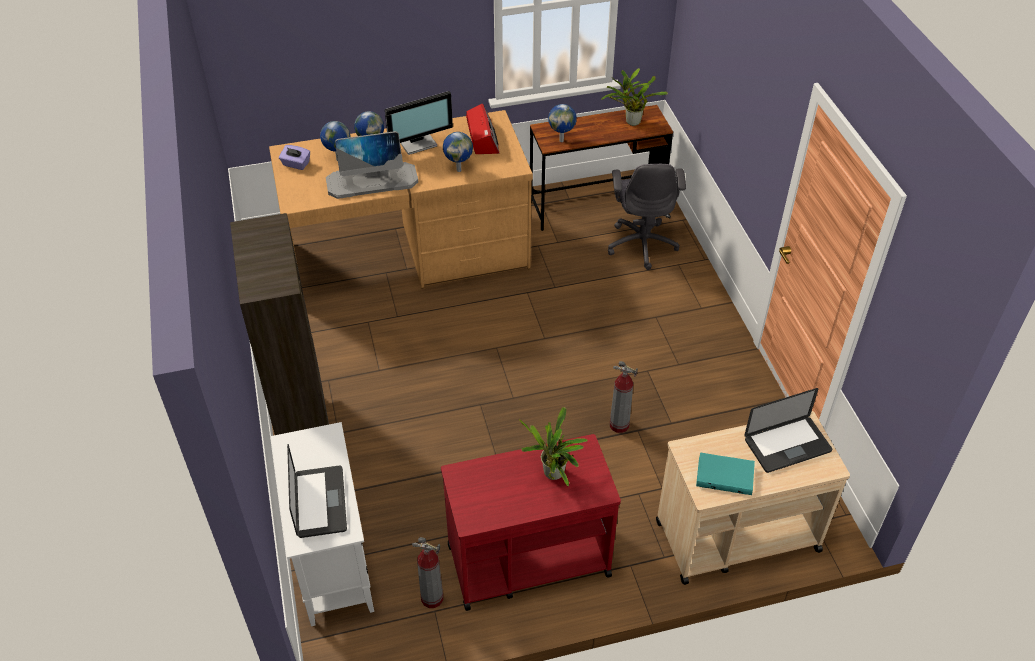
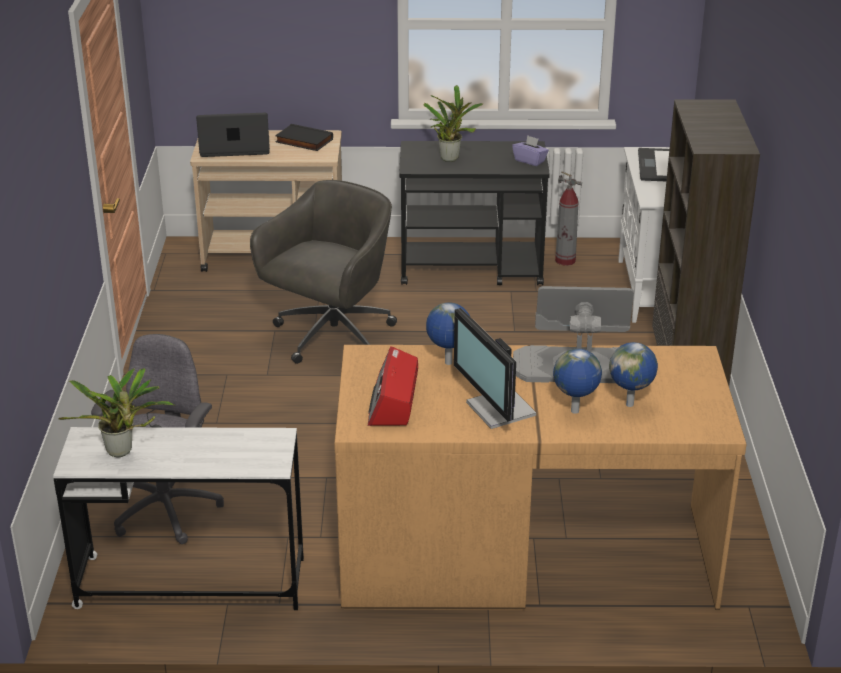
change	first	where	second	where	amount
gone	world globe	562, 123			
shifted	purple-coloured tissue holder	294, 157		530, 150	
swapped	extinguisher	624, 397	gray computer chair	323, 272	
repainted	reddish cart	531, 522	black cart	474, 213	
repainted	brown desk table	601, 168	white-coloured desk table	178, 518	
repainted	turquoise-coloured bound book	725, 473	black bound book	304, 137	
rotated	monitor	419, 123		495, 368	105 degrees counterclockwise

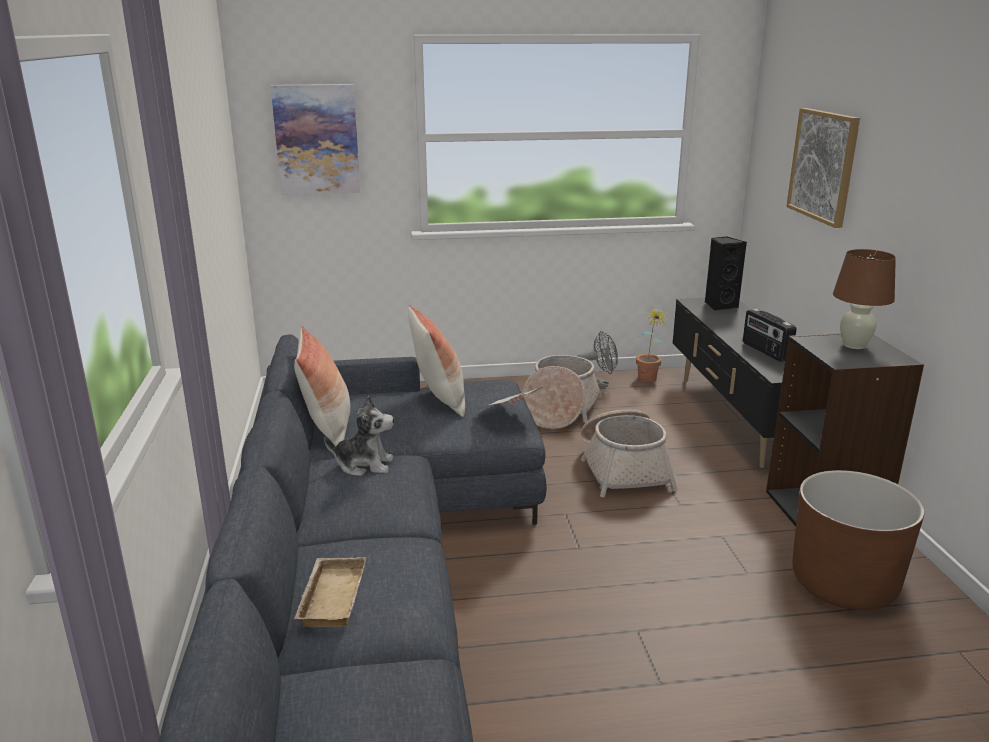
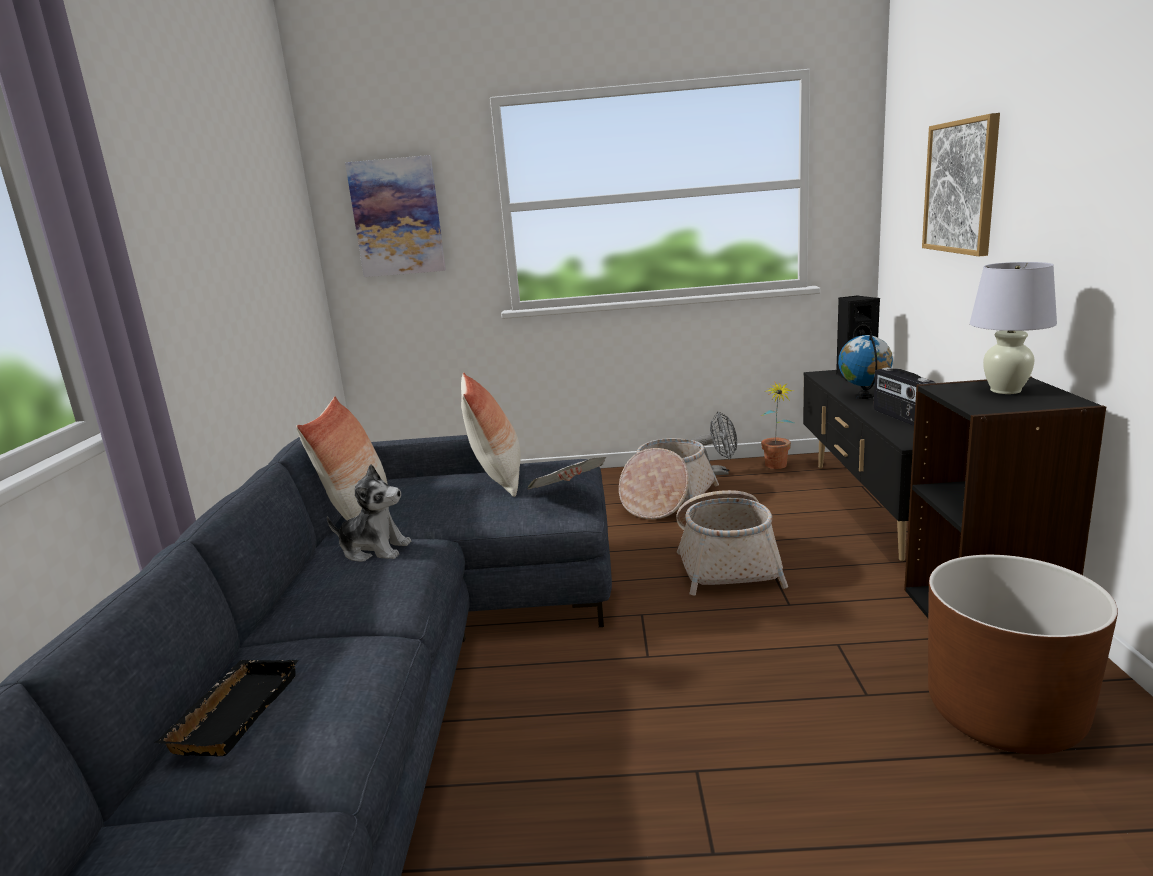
change	first	where	second	where	amount
new			world globe	865, 367	
repainted	beige-coloured tray	330, 592	black tray	226, 708	
repainted	brown tabletop lamp	864, 299	white-coloured tabletop lamp	1013, 328	

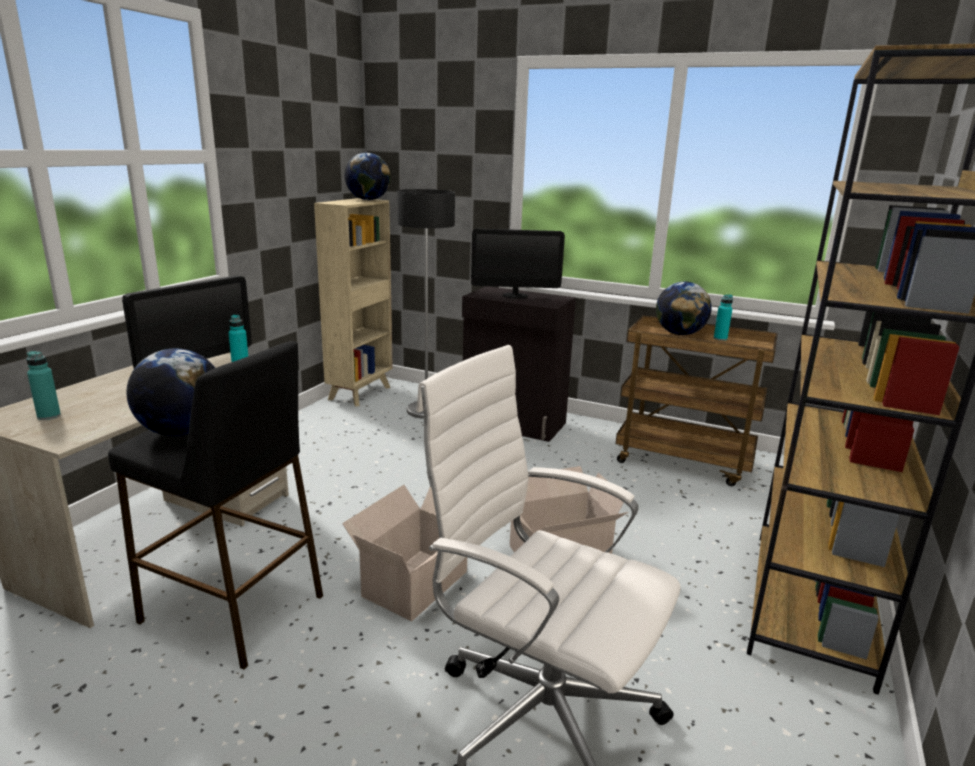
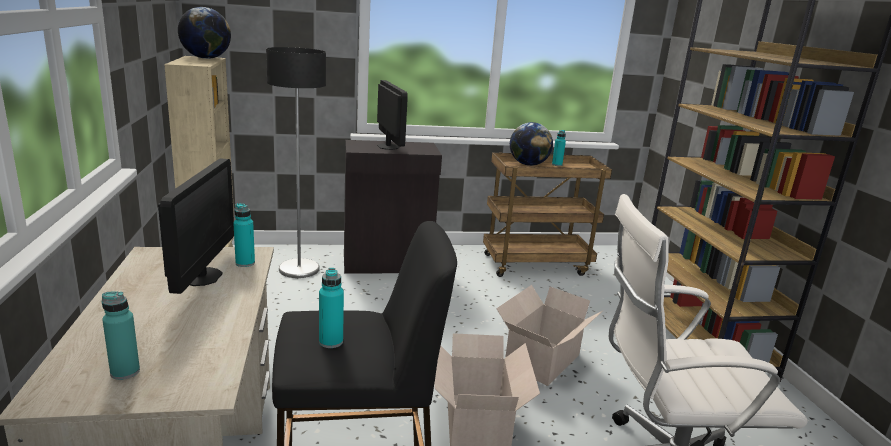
change	first	where	second	where	amount
swapped	world globe	171, 392	turquoise-coloured bottle	331, 308	
rotated	monitor	518, 263		392, 115	75 degrees counterclockwise

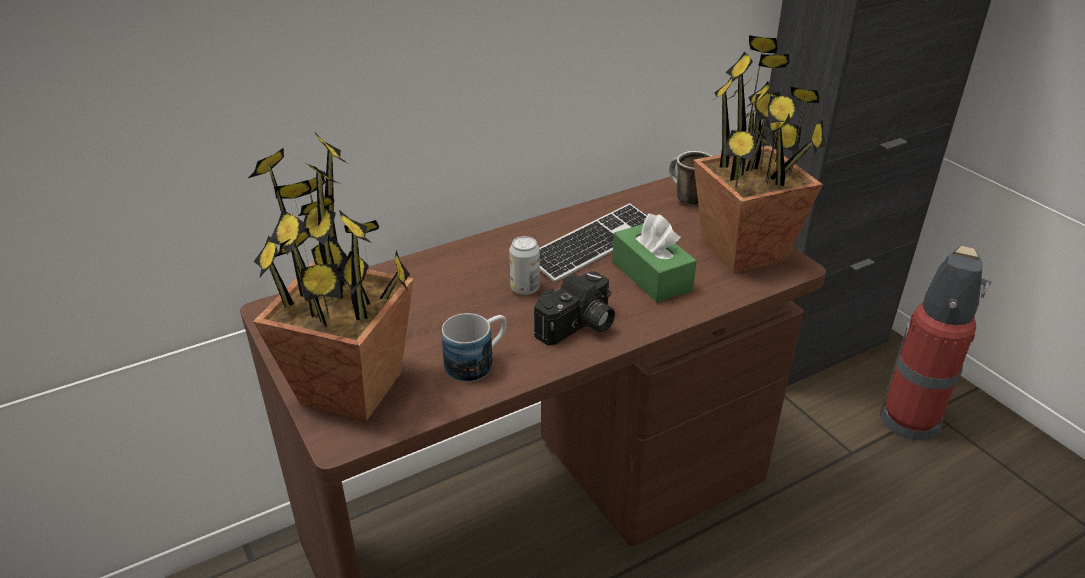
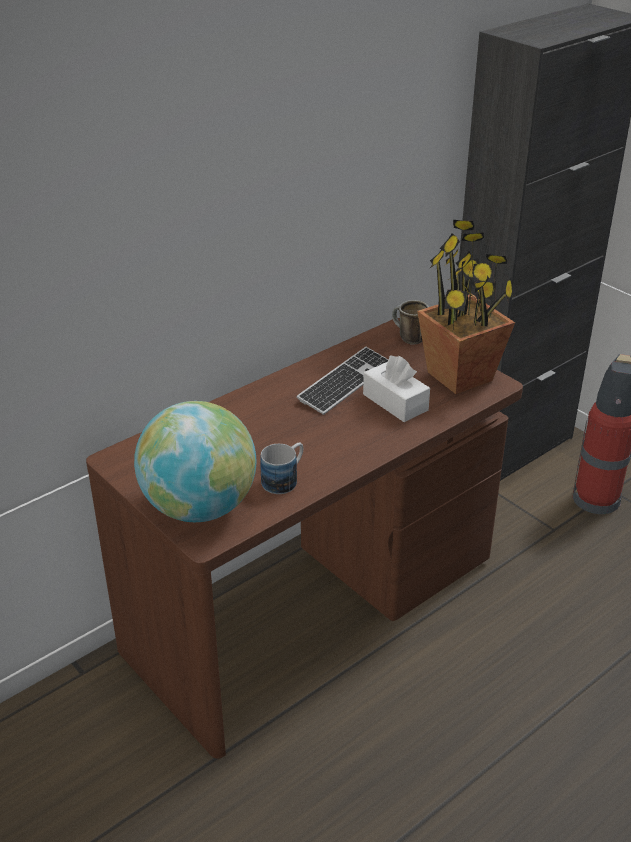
change	first	where	second	where	amount
gone	can	524, 265			
gone	still camera	574, 308			
swapped	houseplant	331, 276	world globe	195, 461	
repainted	greenish tissue holder	654, 258	white-coloured tissue holder	396, 389	

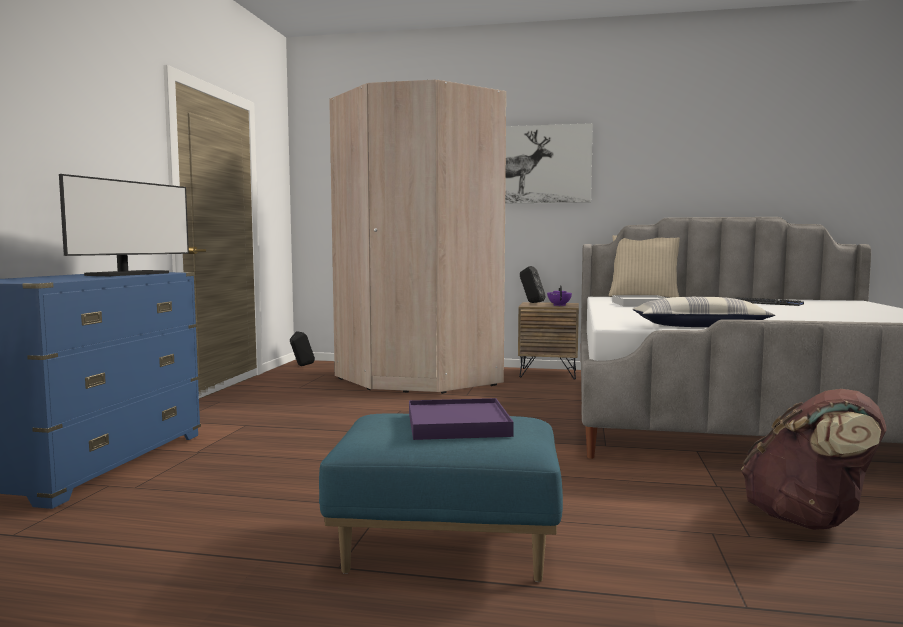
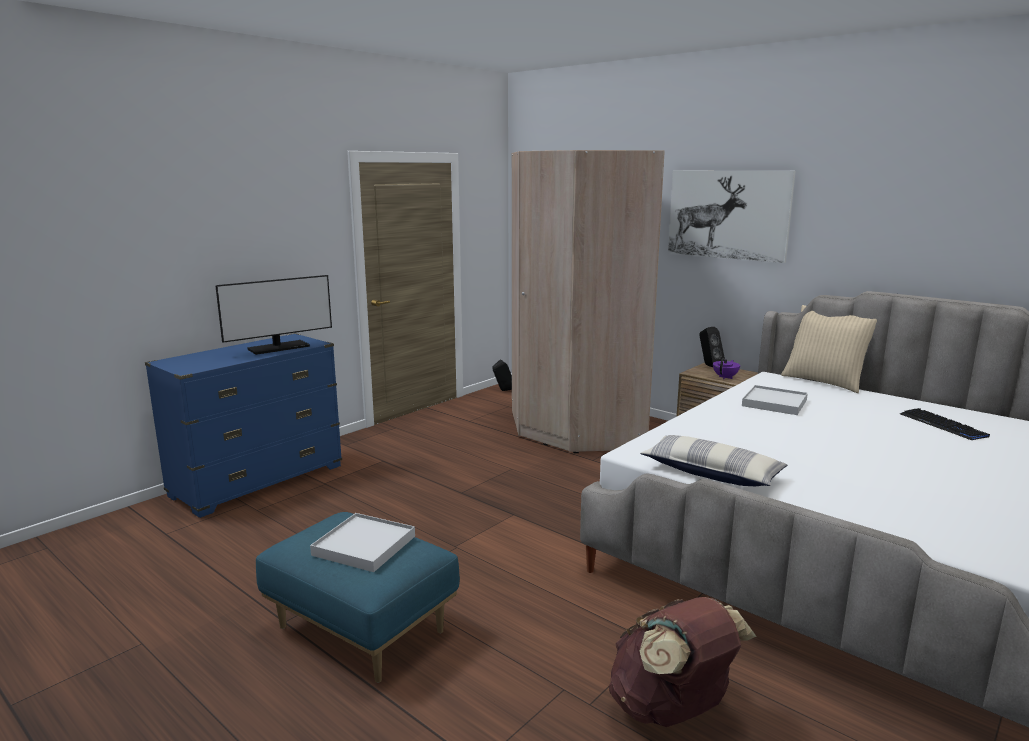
change	first	where	second	where	amount
repainted	purple-coloured tray	461, 419	white-coloured tray	362, 542	

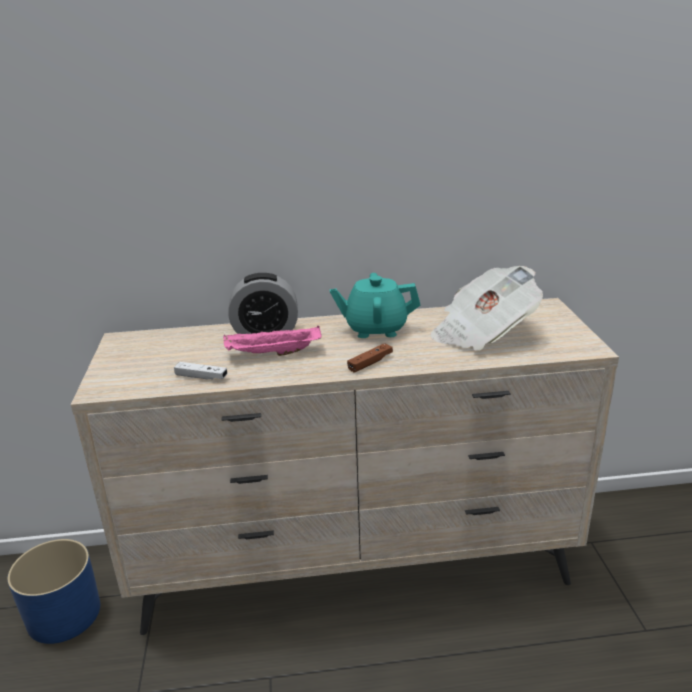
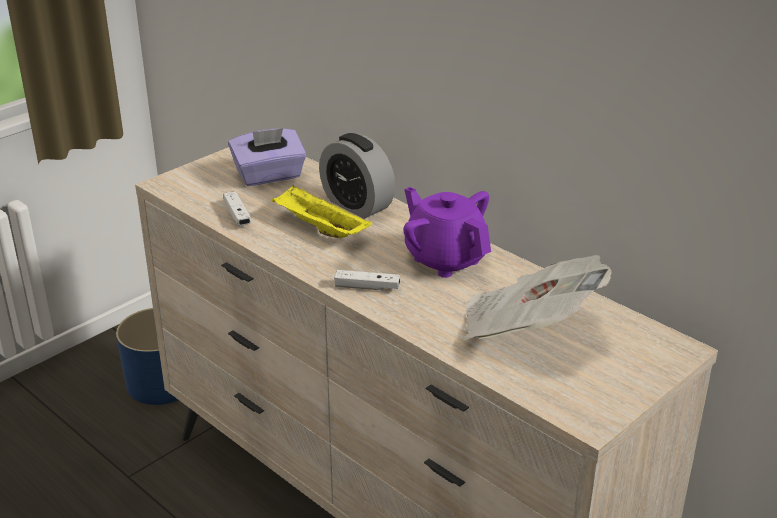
change	first	where	second	where	amount
new			purple-coloured tissue holder	267, 157	
repainted	pink-coloured tray	272, 340	yellow tray	322, 211	
repainted	turquoise-coloured tea pot	375, 305	purple-coloured tea pot	447, 232	
repainted	brown gamepad	370, 357	white-coloured gamepad	367, 280	

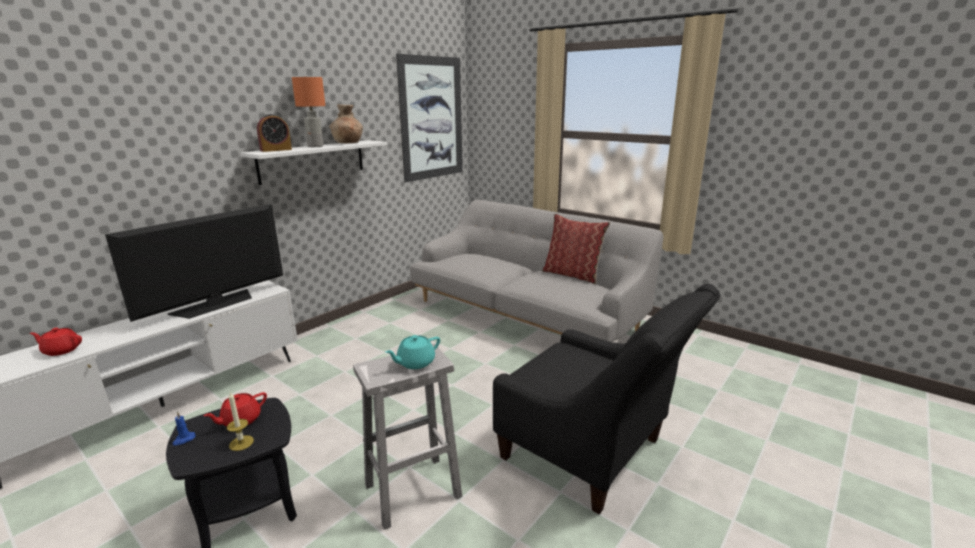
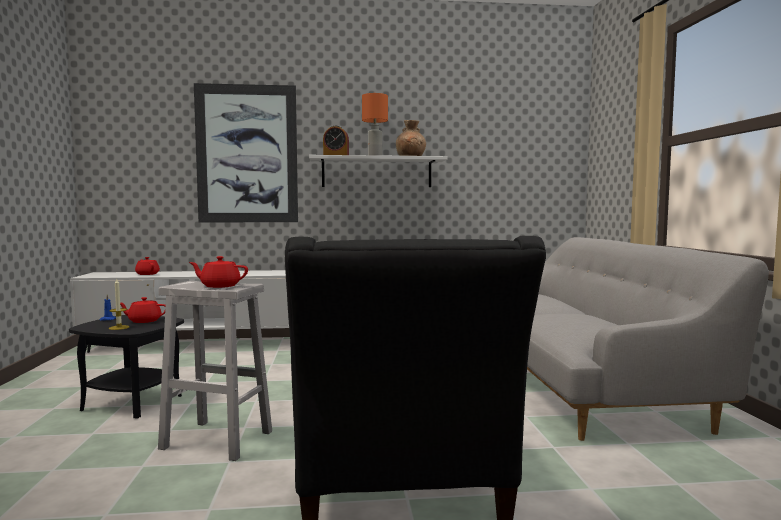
change	first	where	second	where	amount
gone	television	194, 263			
gone	pillow	576, 249			
shifted	picture	429, 118		246, 152	
repainted	turquoise-coloured tea pot	413, 352	reddish tea pot	218, 272	

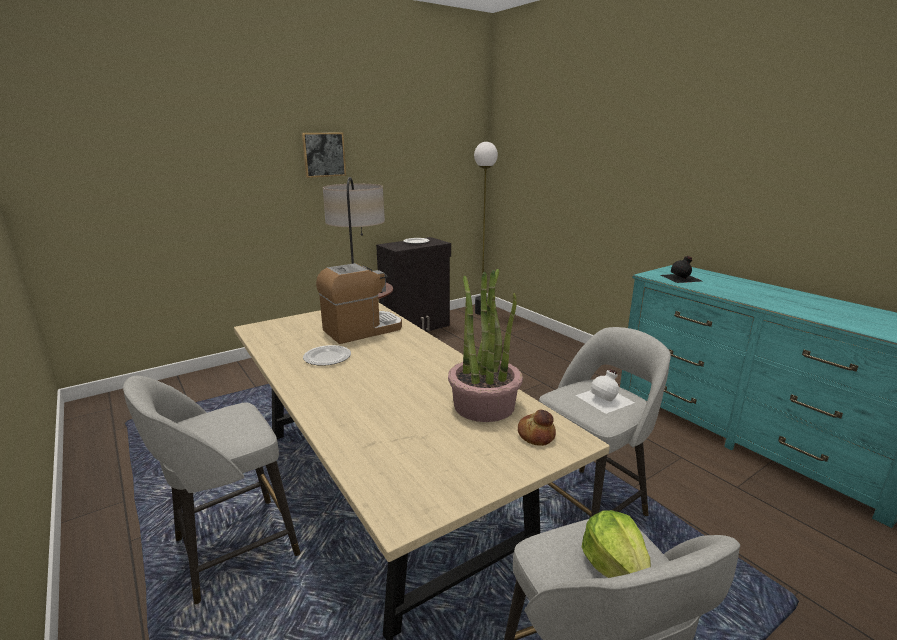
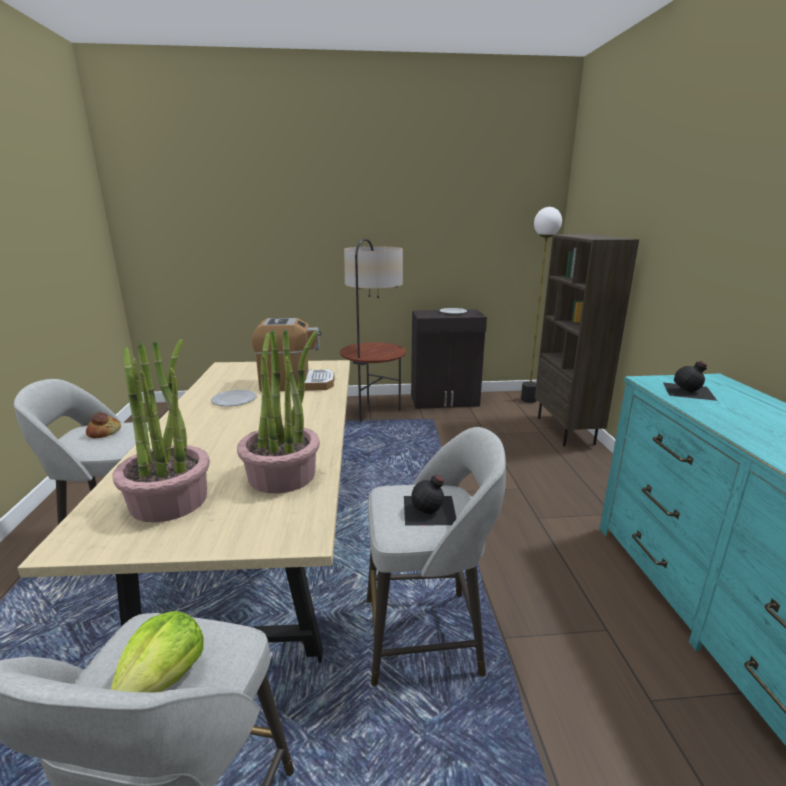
change	first	where	second	where	amount
gone	picture	324, 155			
new			houseplant	161, 431	
new			brown shelving unit	587, 340	
shifted	baked bread	537, 428		103, 425	
repainted	white-coloured bottle	605, 391	black bottle	430, 500	

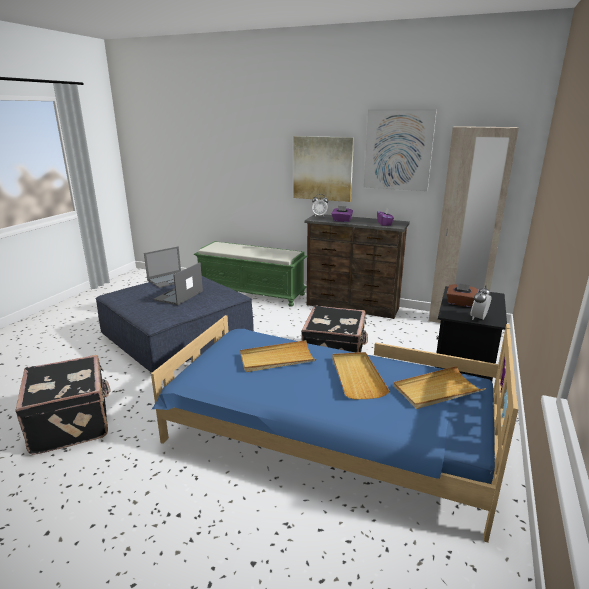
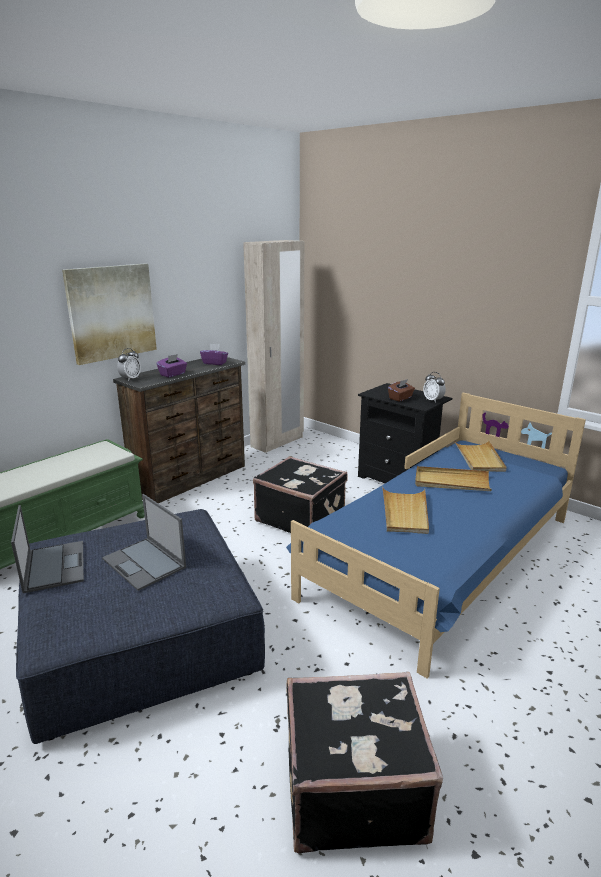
change	first	where	second	where	amount
gone	picture	400, 150			

